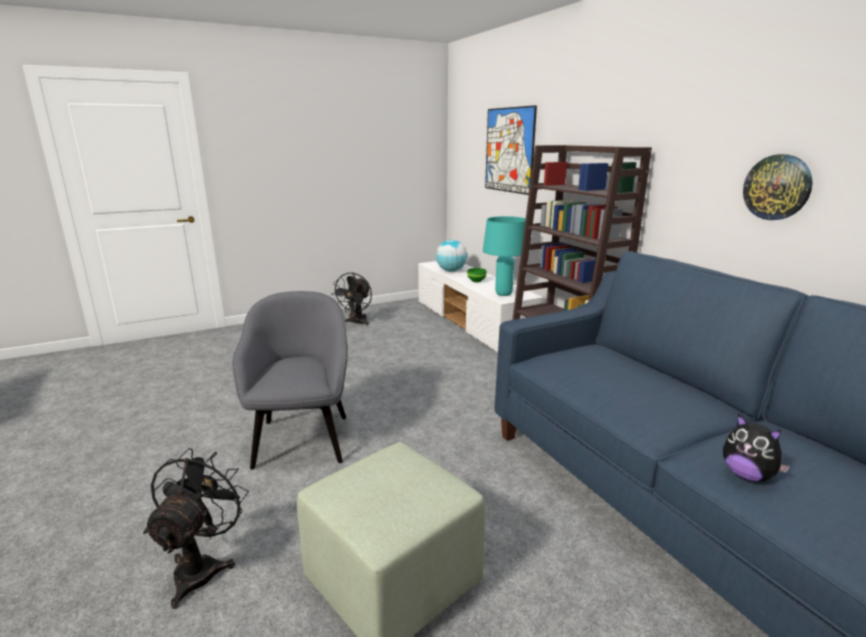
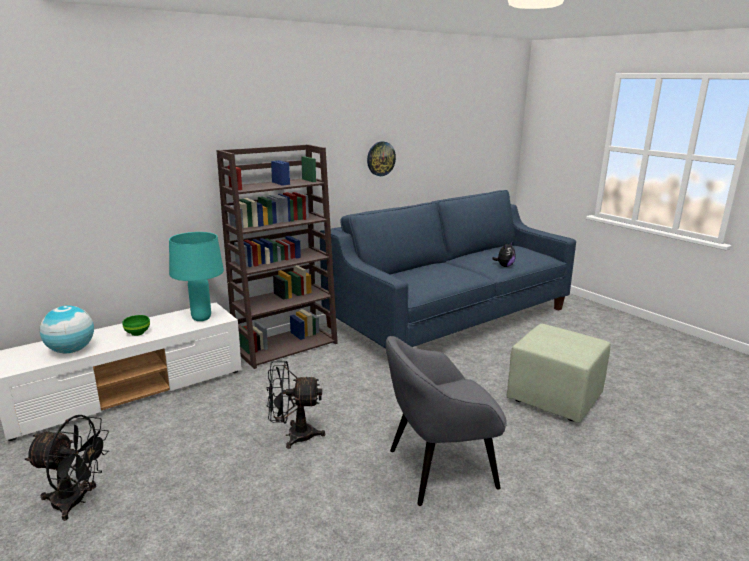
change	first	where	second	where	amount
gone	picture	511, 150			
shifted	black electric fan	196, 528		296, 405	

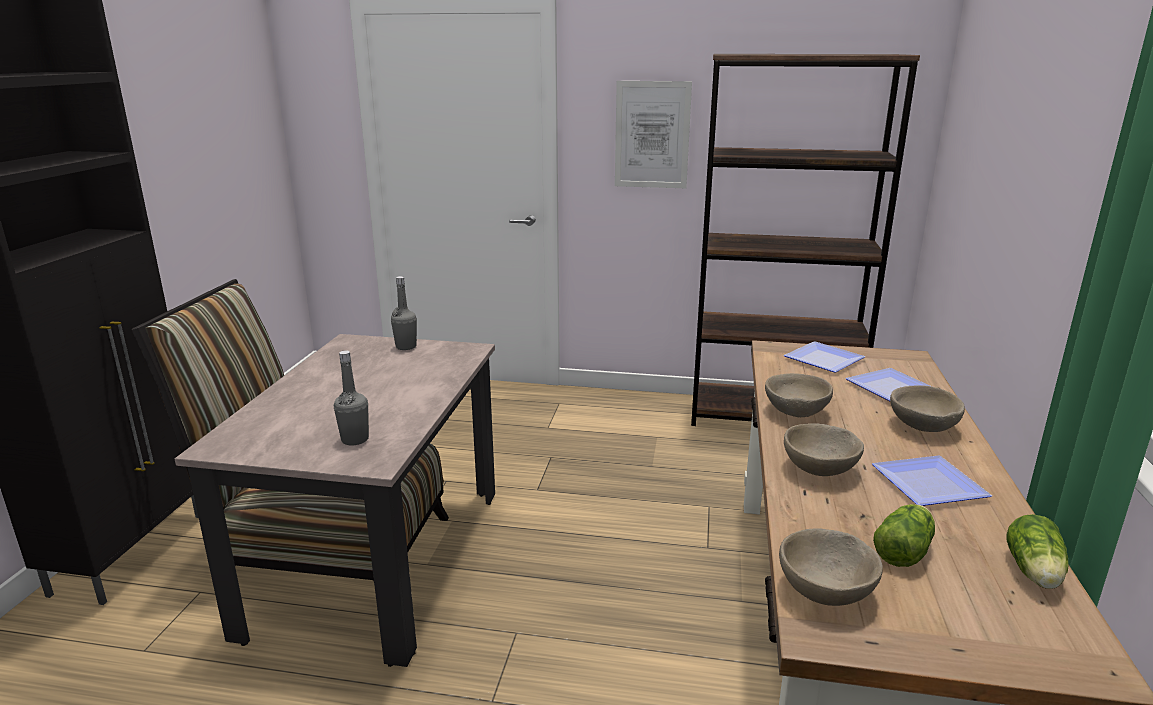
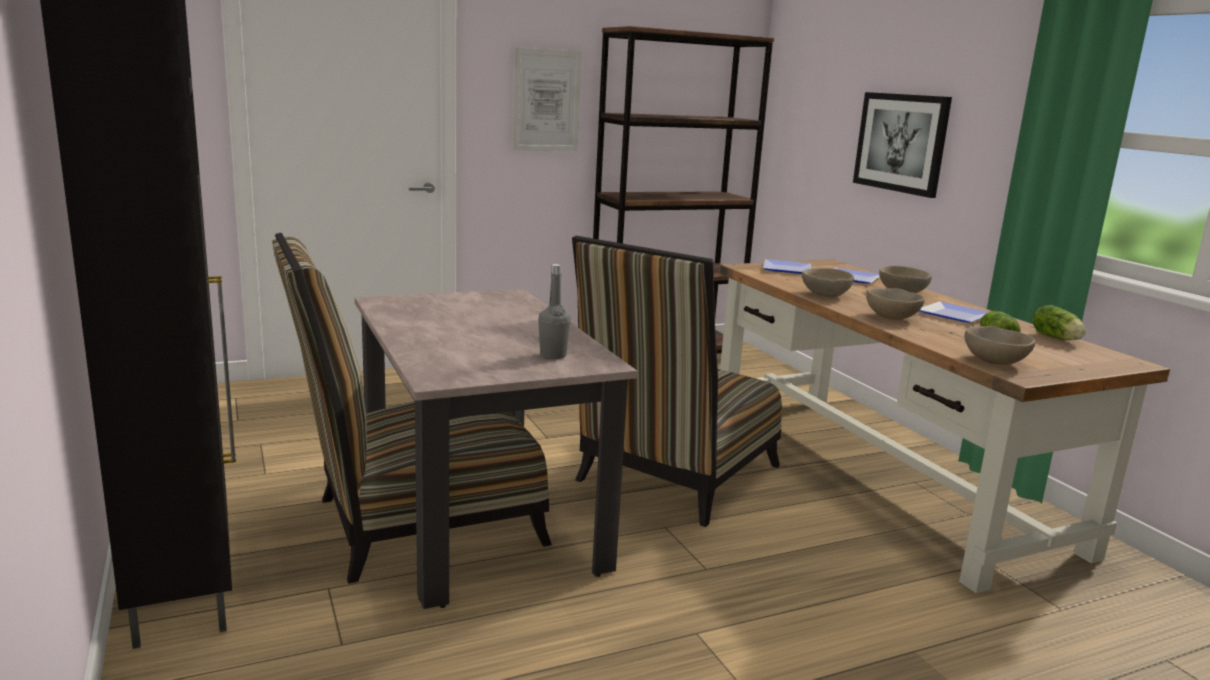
change	first	where	second	where	amount
gone	gray bottle	404, 313			
new			chair	677, 381	
new			picture	902, 145	

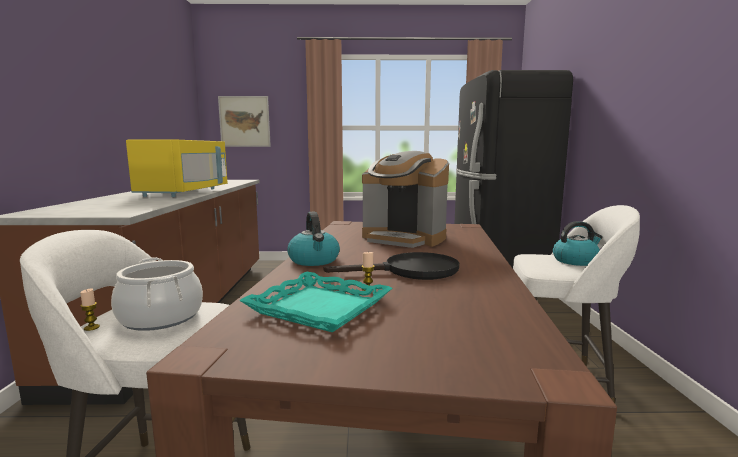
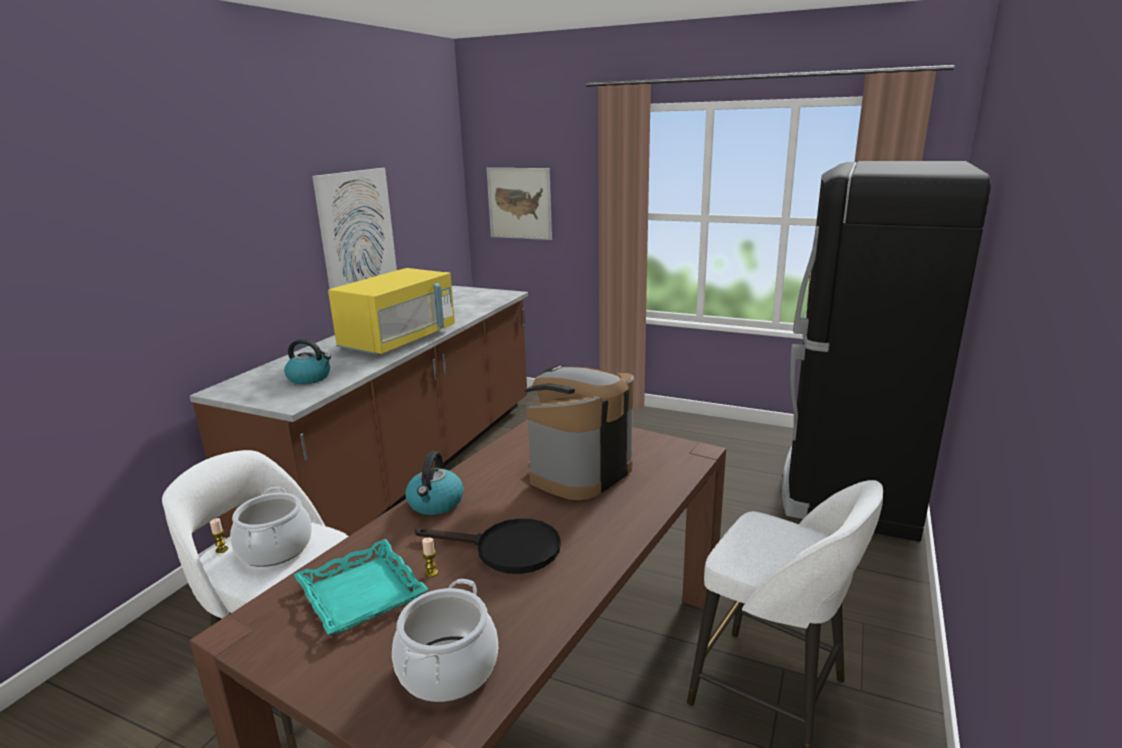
change	first	where	second	where	amount
new			picture	354, 228	
new			saucepot	445, 640	
shifted	kettle	578, 243		307, 361	
rotated	coffee maker	405, 199		579, 433	75 degrees clockwise

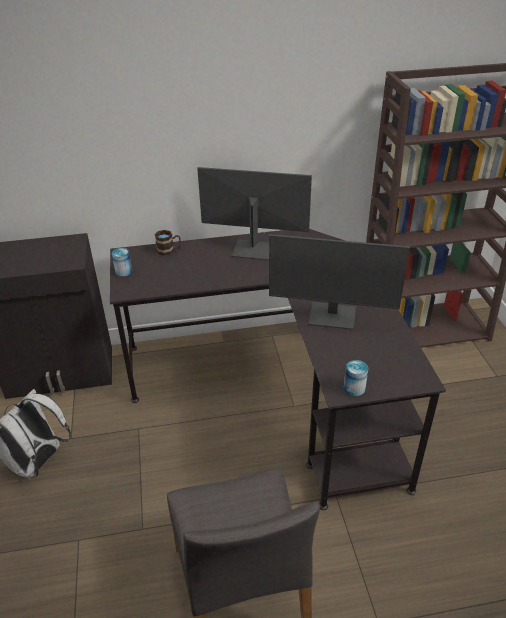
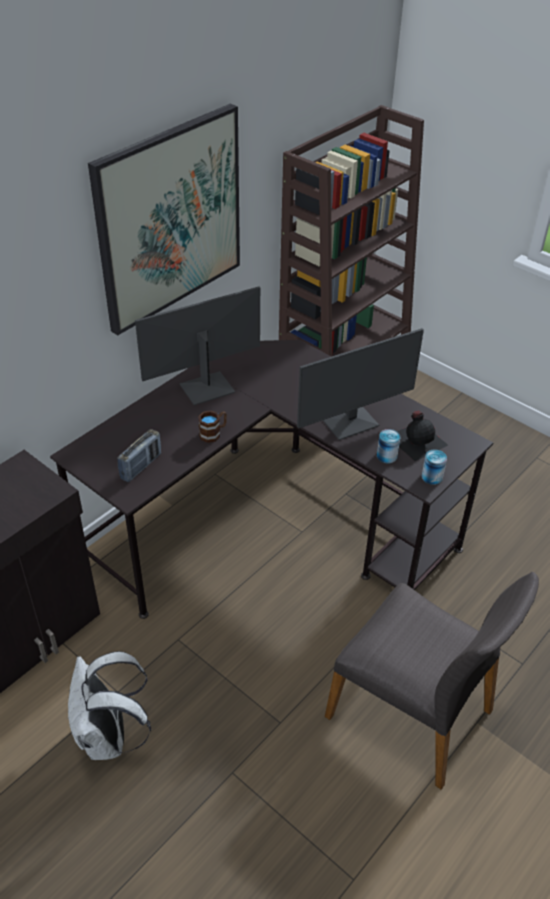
change	first	where	second	where	amount
new			picture	164, 219	
new			radio	139, 455	
new			black bottle	422, 436	
shifted	can	122, 262		389, 446	
shifted	brown mug	168, 243		212, 427	

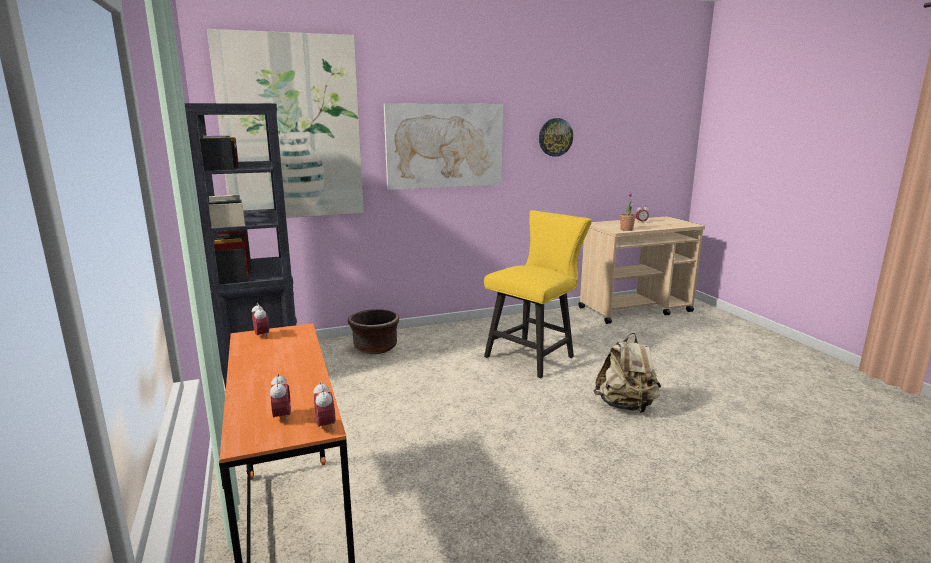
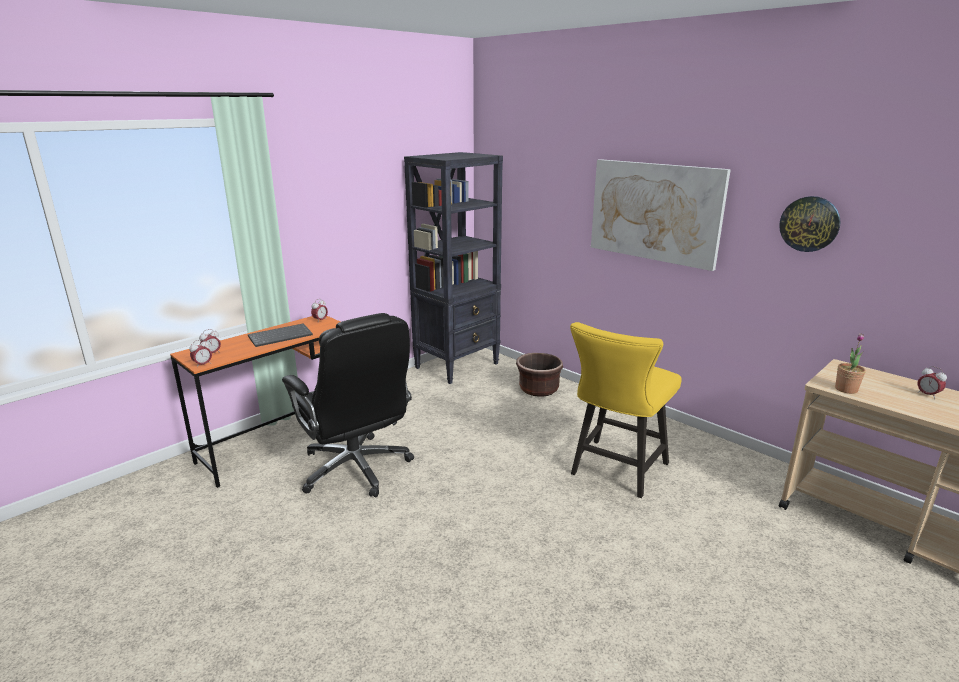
change	first	where	second	where	amount
gone	picture	285, 123			
gone	beige-coloured backpack	627, 373			
new			computer keyboard	280, 335	
new			black computer chair	348, 405	
rotated	yellow chair	538, 294		626, 410	105 degrees clockwise

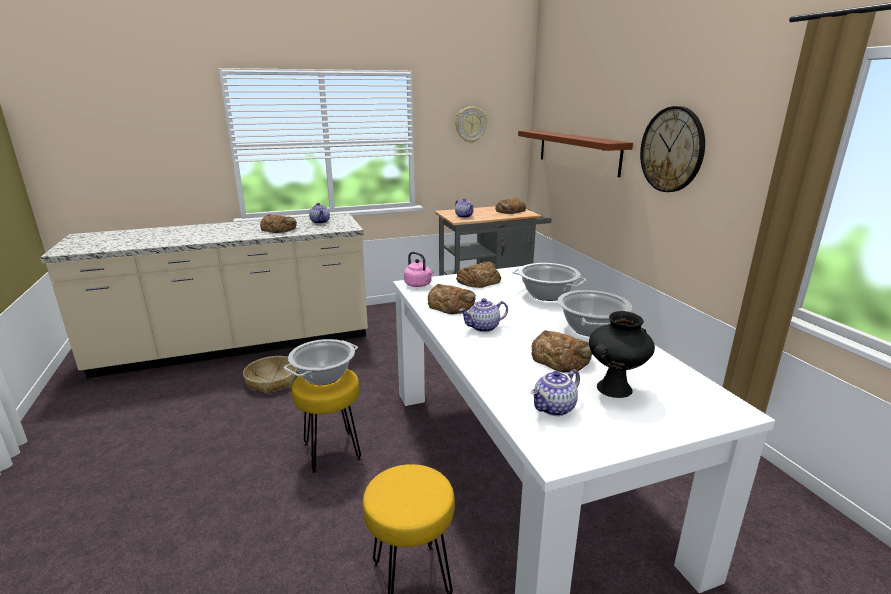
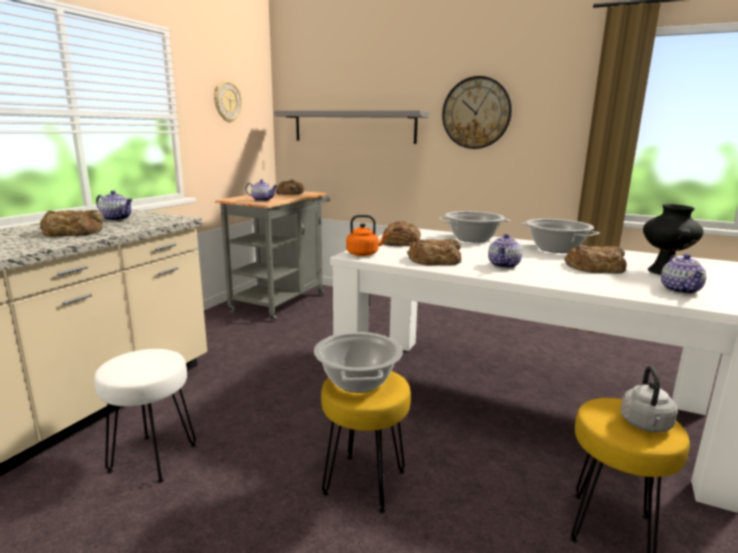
change	first	where	second	where	amount
new			gray kettle	649, 399	
swapped	basket	270, 375	white-coloured stool seat	145, 416	
repainted	pink-coloured kettle	419, 269	orangey kettle	367, 235	
repainted	brown bracket shelf	575, 153	gray bracket shelf	351, 127	

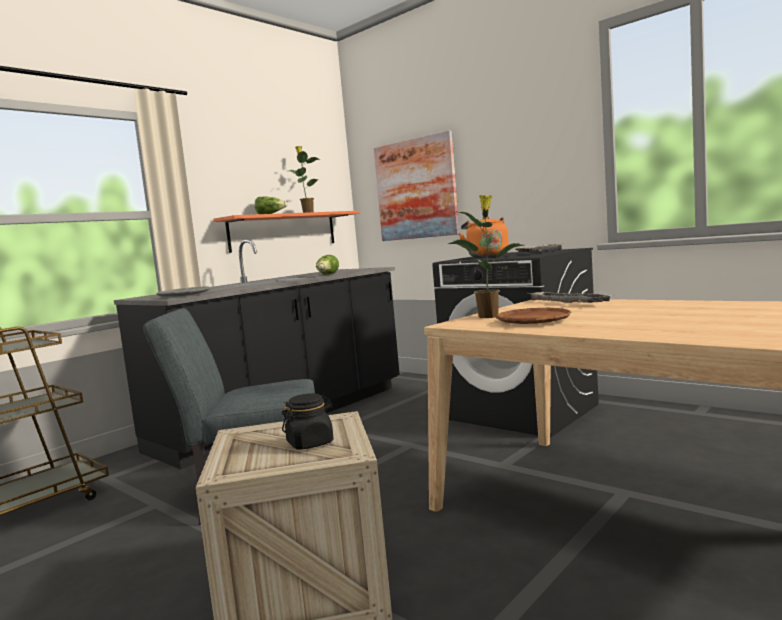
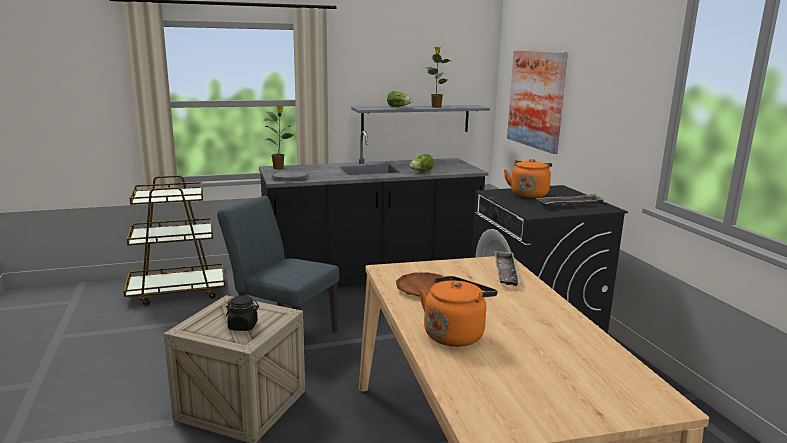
change	first	where	second	where	amount
new			orangey kettle	458, 311	
shifted	houseplant	485, 256		278, 137	
repainted	orangey bracket shelf	286, 232	gray bracket shelf	420, 118	

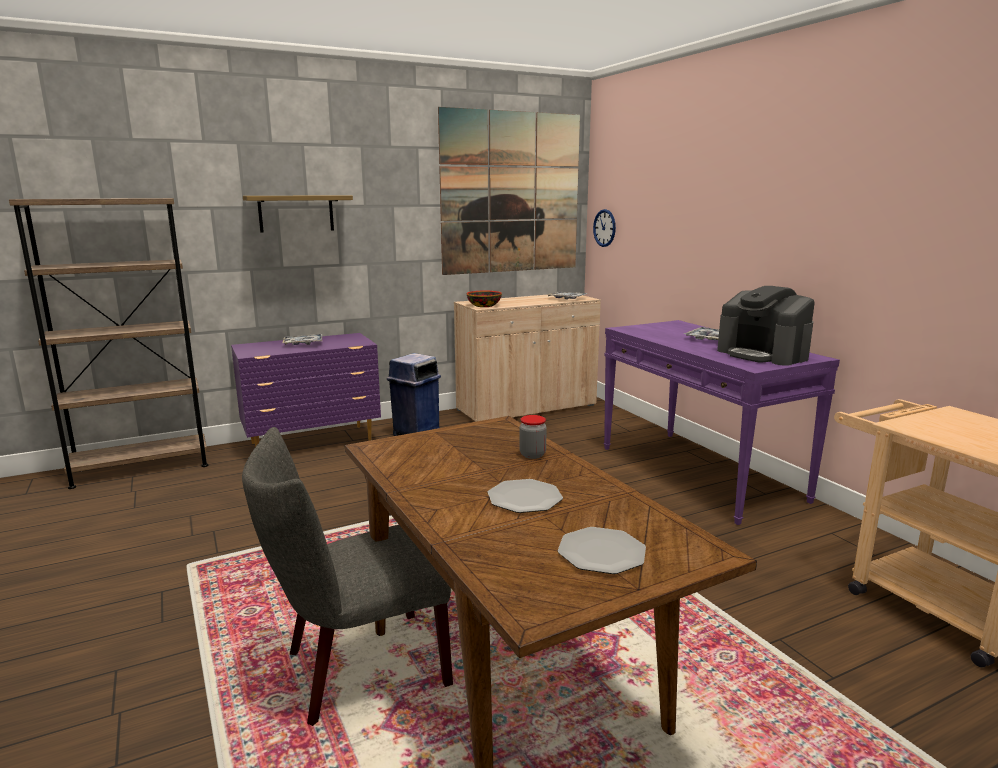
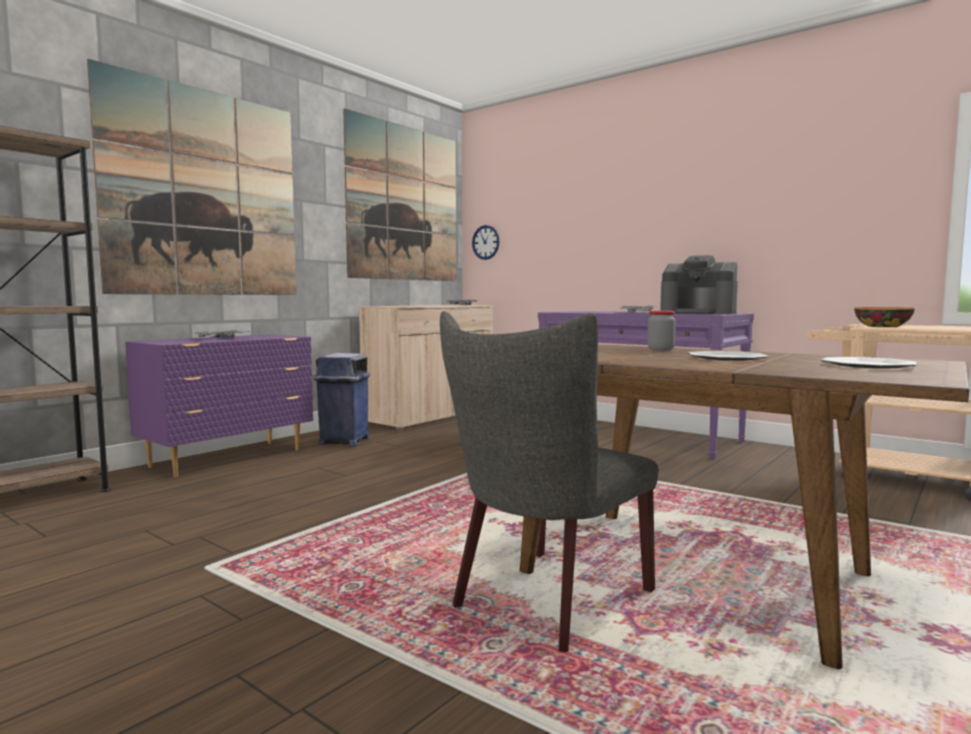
change	first	where	second	where	amount
shifted	bowl	484, 299		884, 317	
swapped	bracket shelf	298, 213	picture	191, 177	

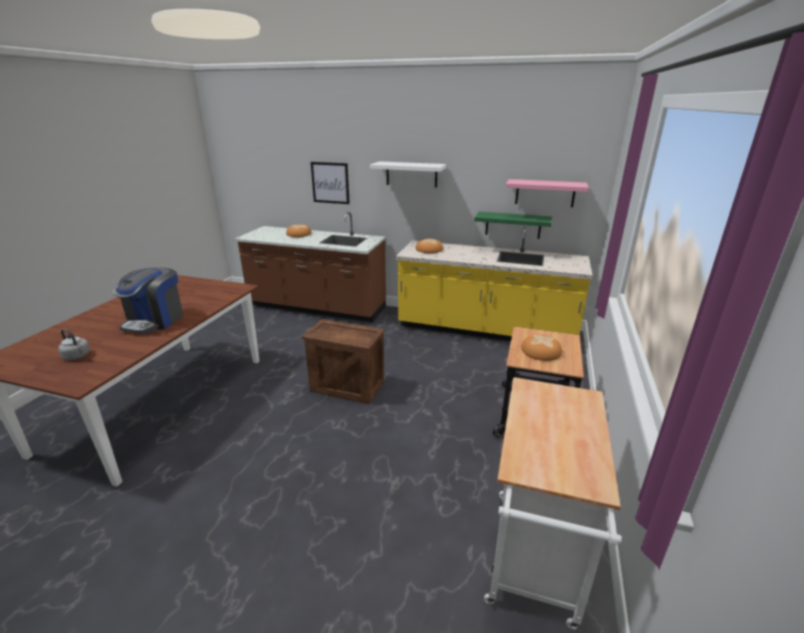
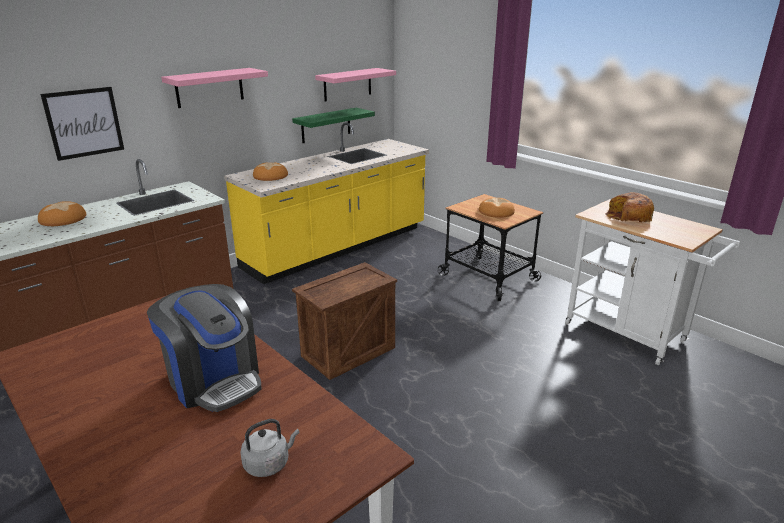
change	first	where	second	where	amount
new			baked bread	629, 207	
repainted	white-coloured bracket shelf	408, 174	pink-coloured bracket shelf	214, 88	

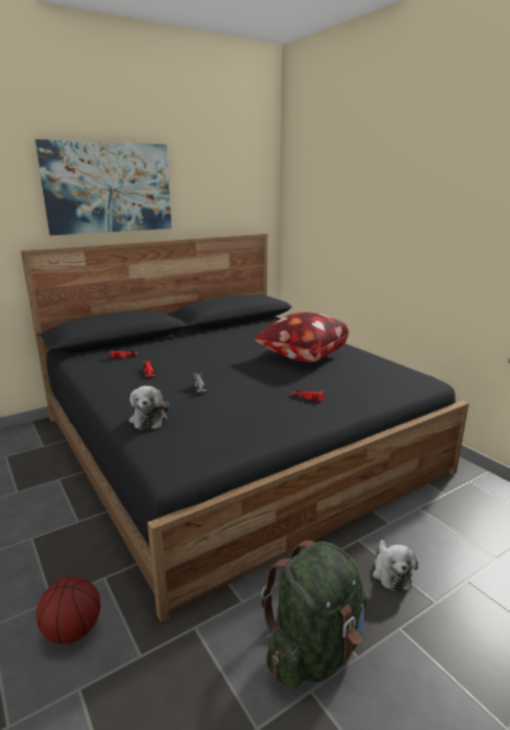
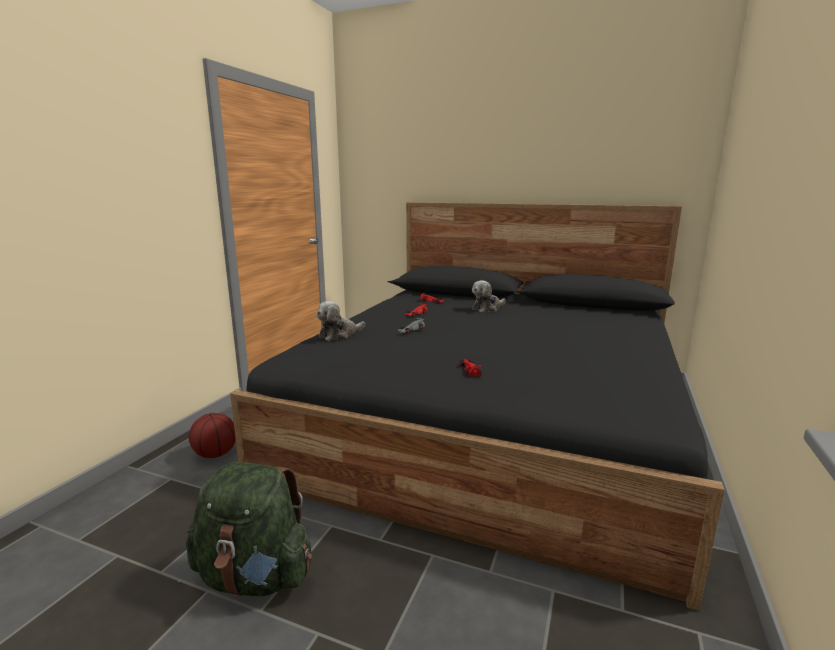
change	first	where	second	where	amount
gone	picture	103, 187			
gone	pillow	301, 337			
shifted	soft toy	395, 565		489, 296	

